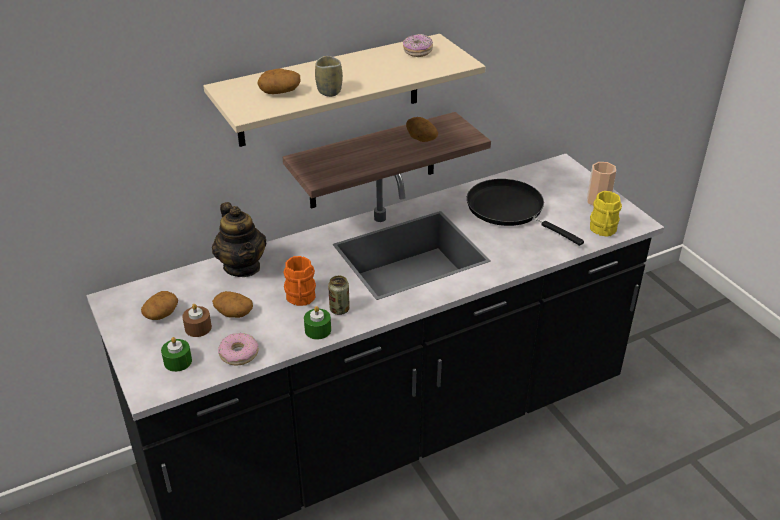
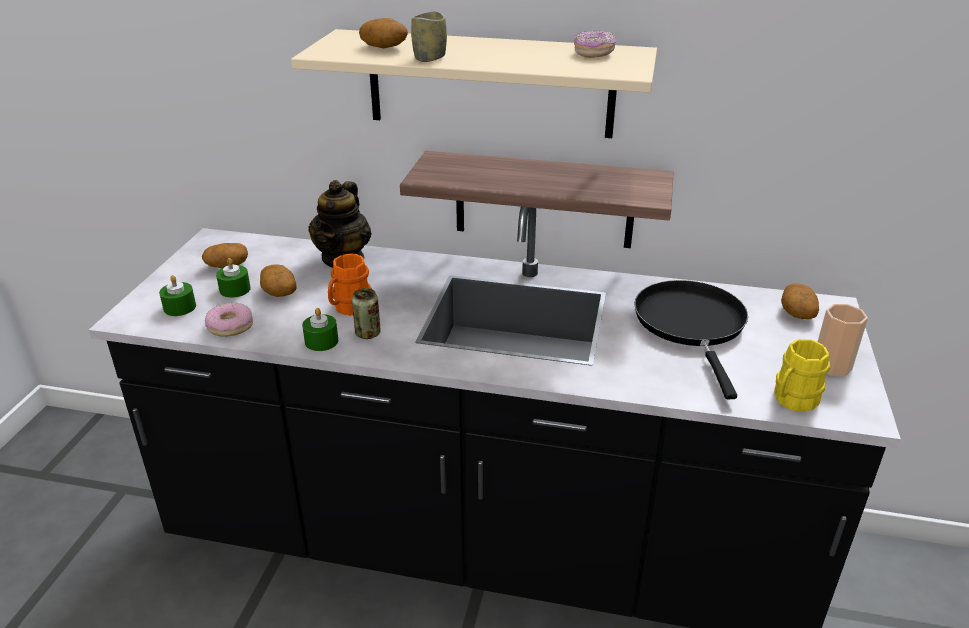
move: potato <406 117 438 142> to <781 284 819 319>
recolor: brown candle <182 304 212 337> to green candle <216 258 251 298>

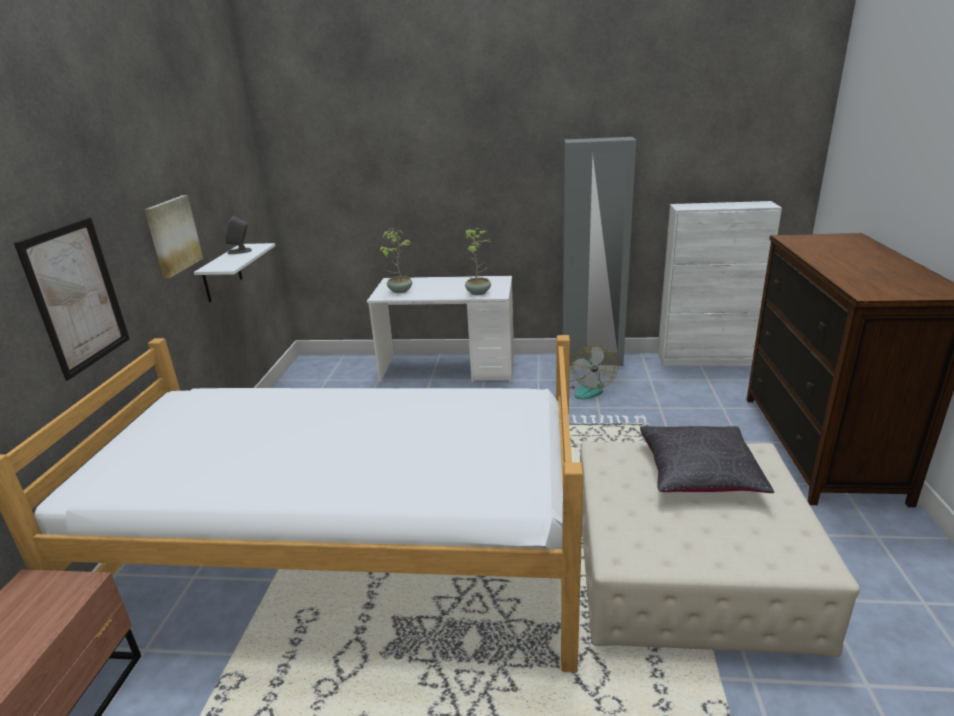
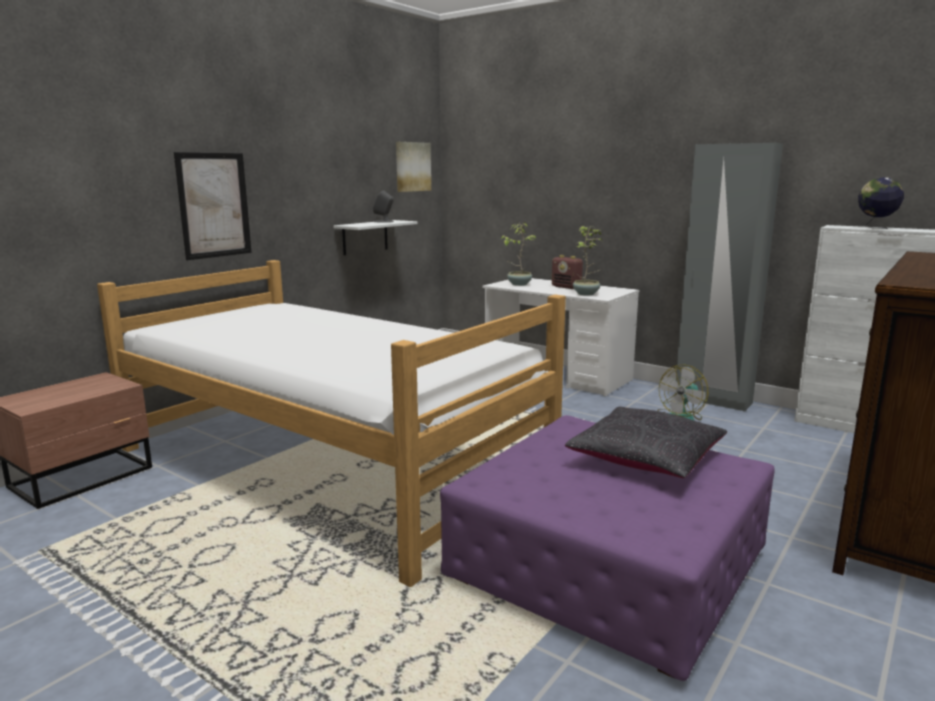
insert: radio <552 255 583 289>; globe <858 177 904 229>
move: picture <144 195 203 278> to <396 142 431 192>
recolor: beige ottoman <580 441 860 657> to purple ottoman <440 415 775 681>

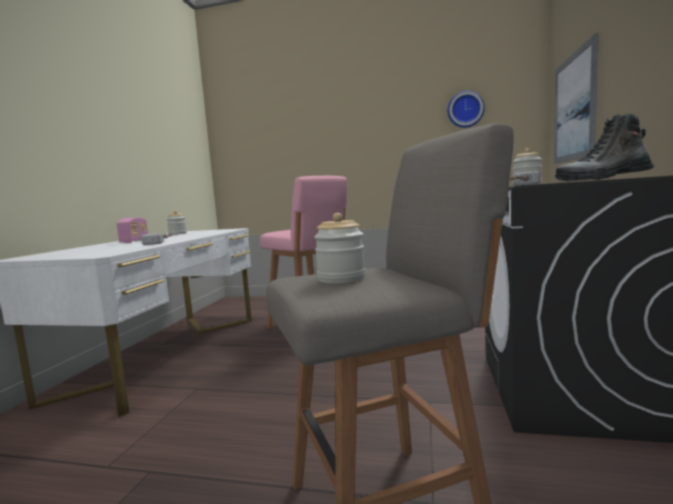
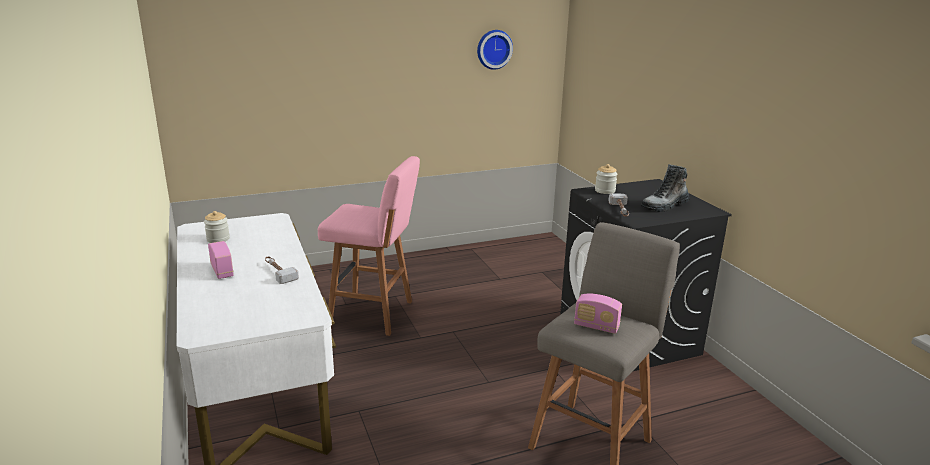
delete: picture <554 33 598 164>
replace: jar <314 213 365 283> to radio <574 294 622 334>

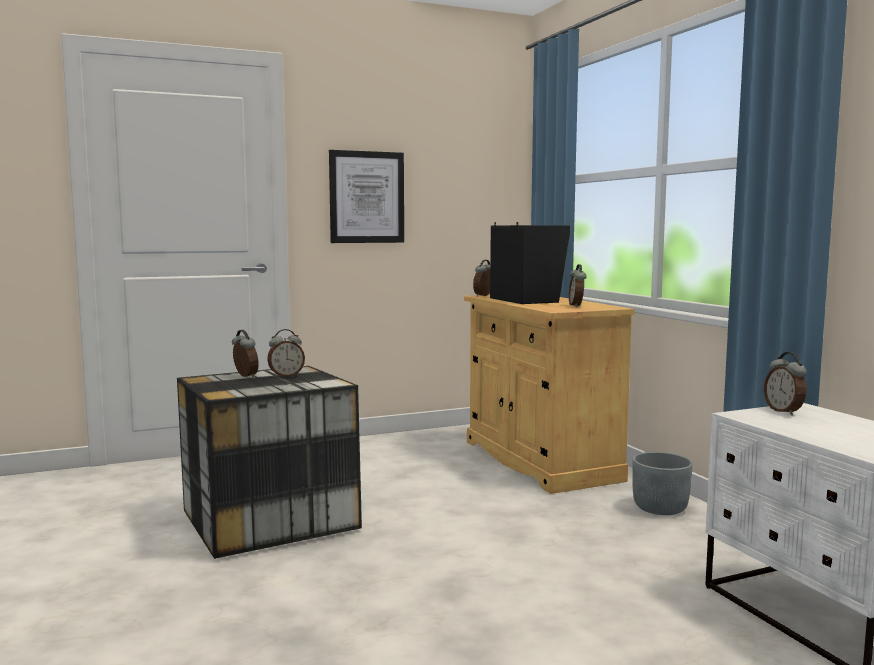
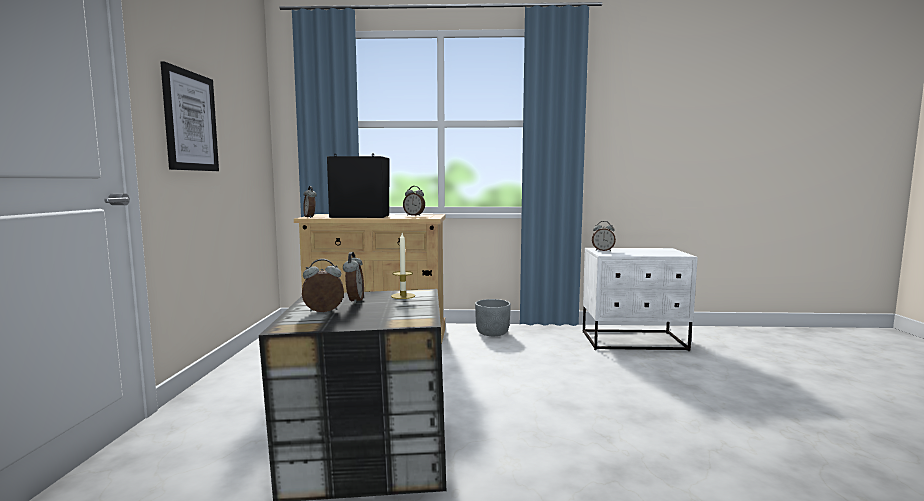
insert: candle <391 233 415 299>

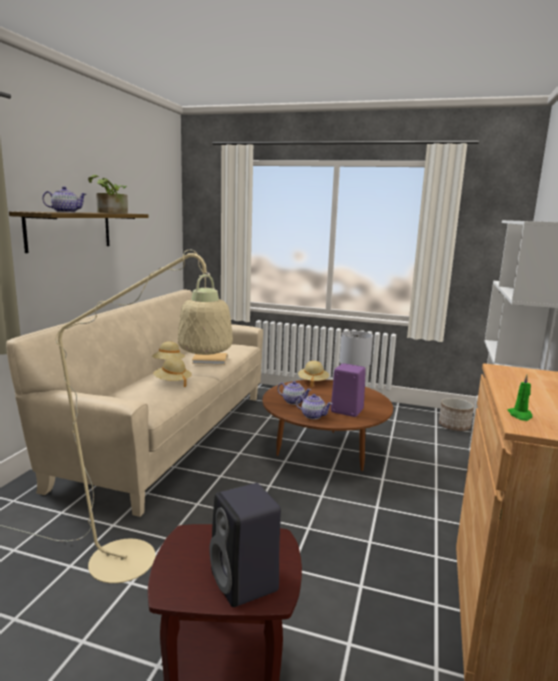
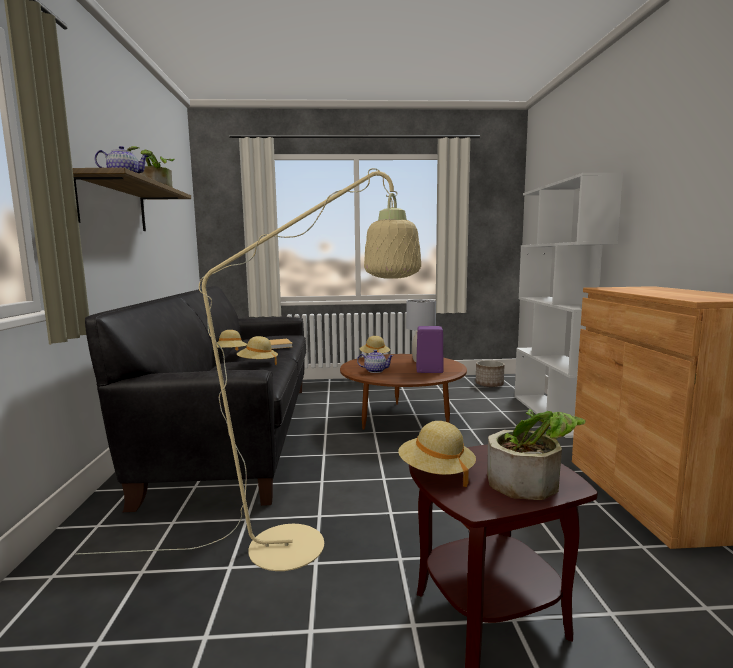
delete: teapot <295 394 333 419>; green candle <508 375 532 421>
insert: beige hat <398 421 476 487>
replace: black speaker <210 483 281 607> to potted plant <487 409 586 500>
recolor: beige sofa <6 289 263 517> to black sofa <85 286 306 512>

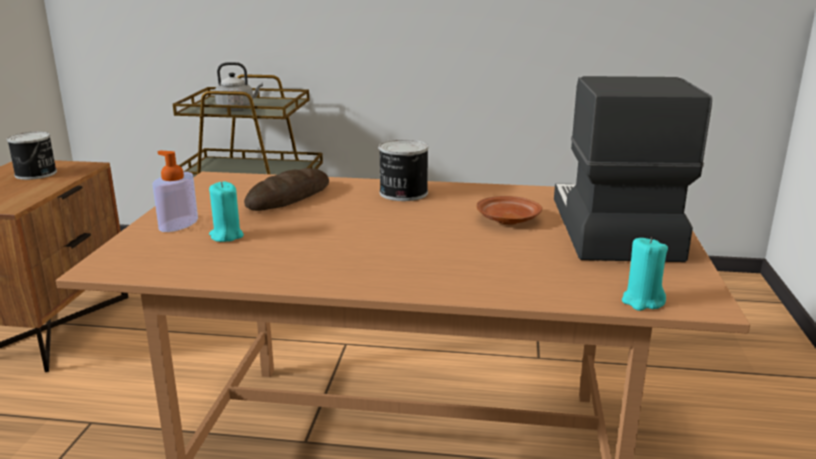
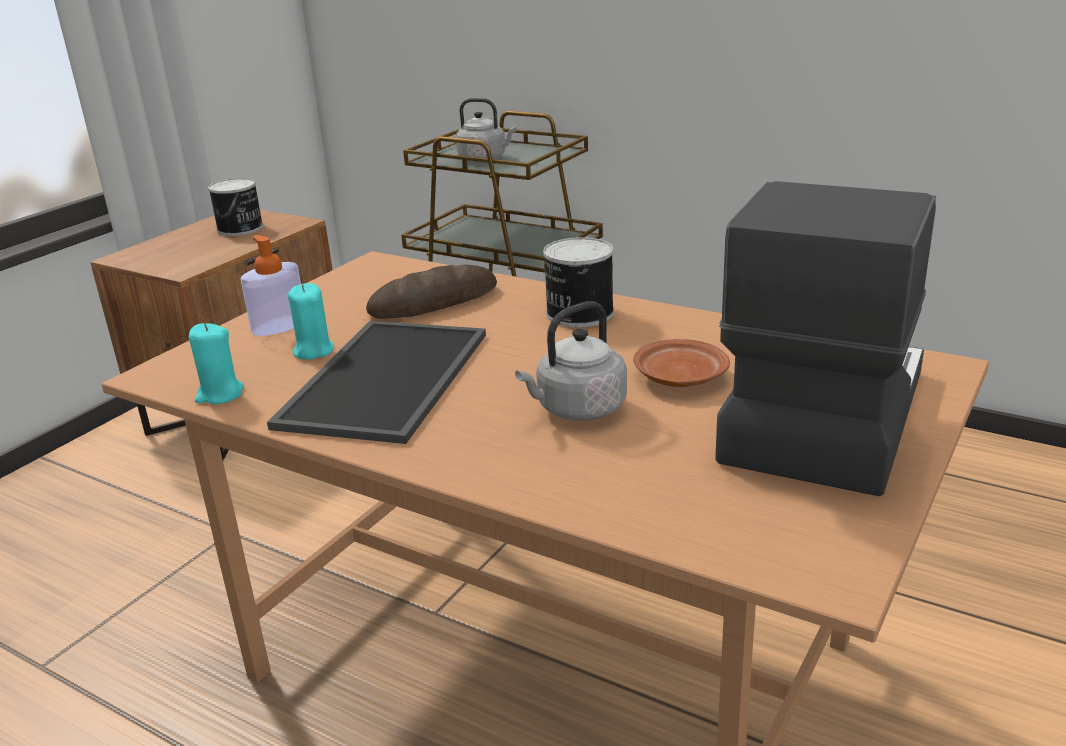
insert: tray <267 321 486 444>; grey kettle <515 301 627 421>
move: turquoise candle <622 237 668 311> to <189 323 244 404>

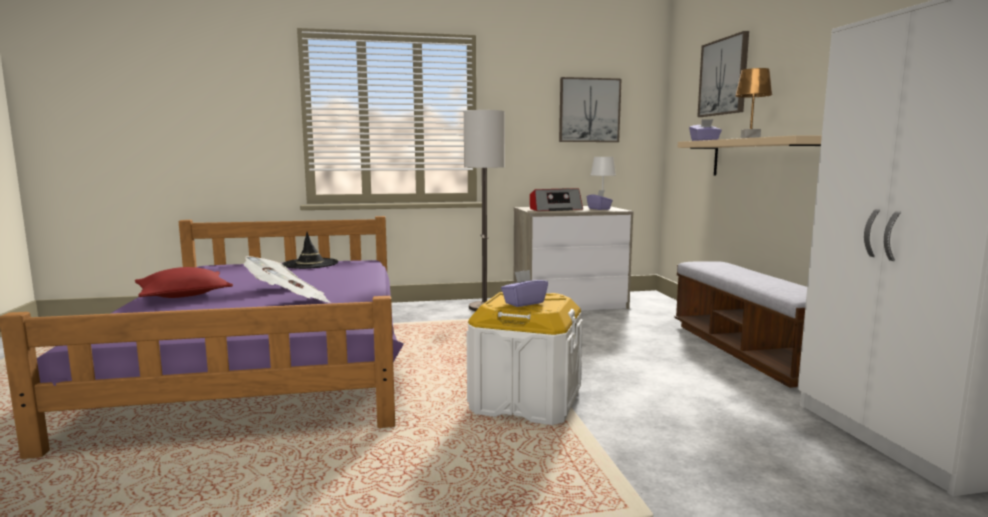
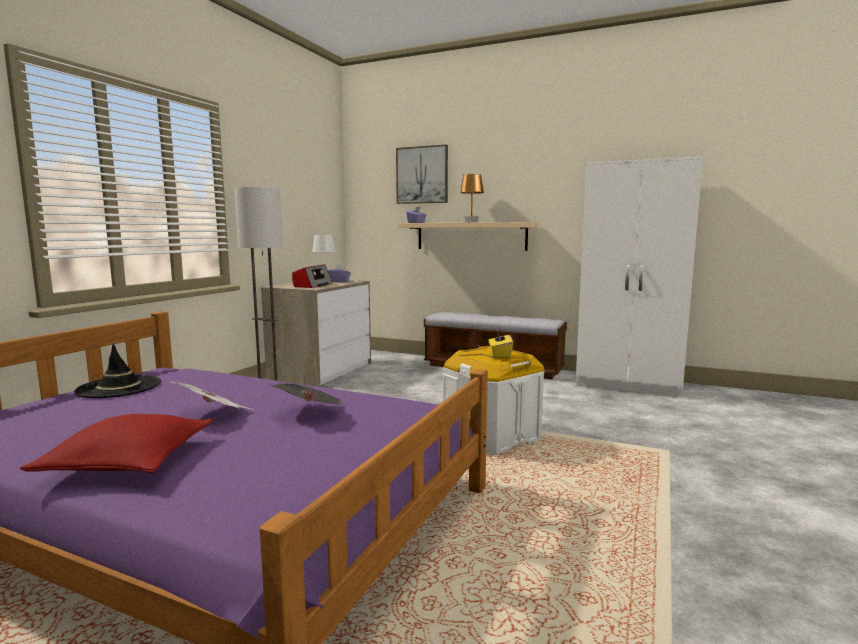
delete: picture <559 77 621 142>
recolor: purple tissue box <501 270 548 307> to yellow tissue box <489 331 513 359>

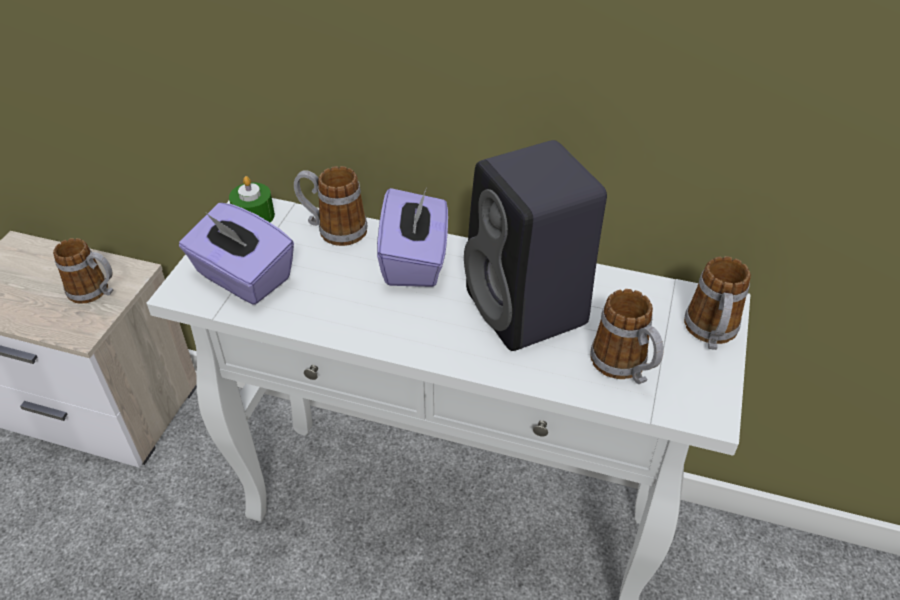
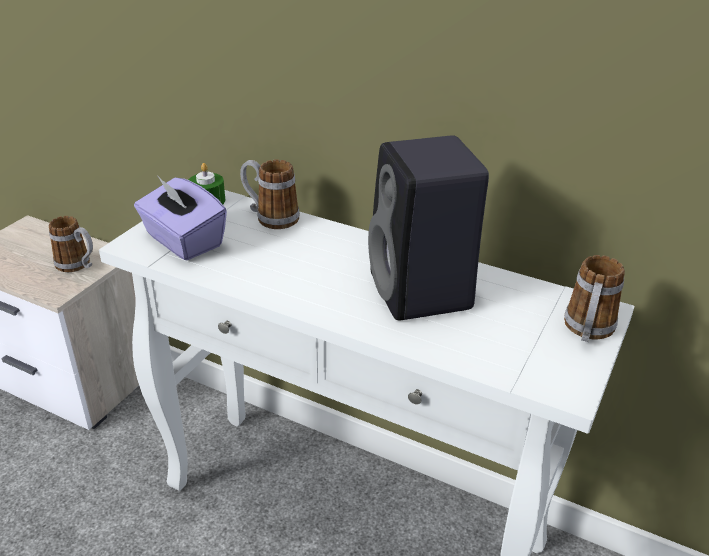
delete: purple tissue box <377 188 448 287>; mug <590 289 664 384>

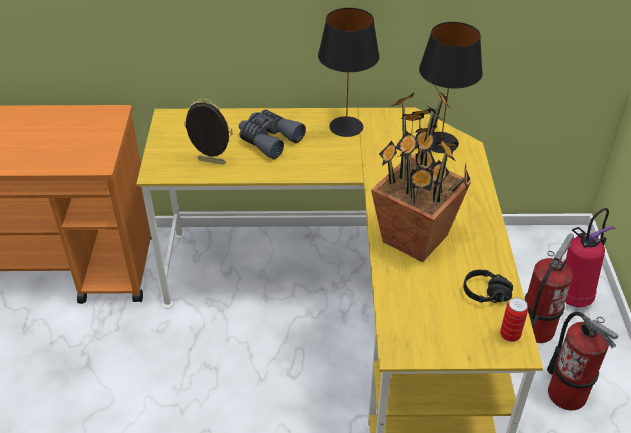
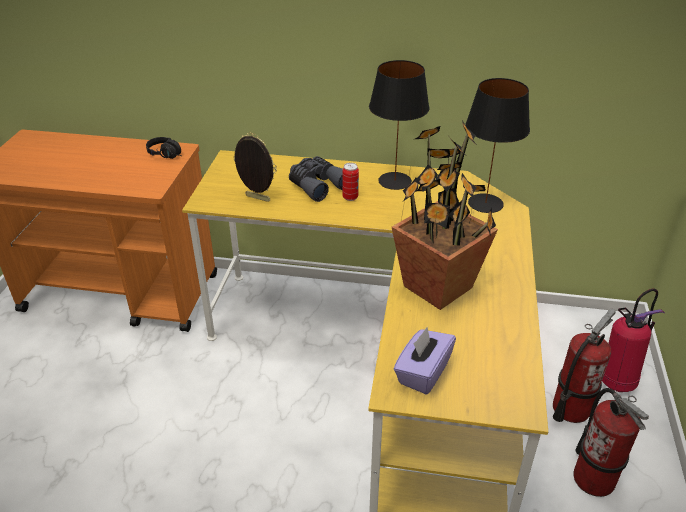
insert: purple tissue box <394 327 456 395>
move: black headphones <464 270 513 303> to <146 137 181 159>; can <500 297 528 342> to <342 163 359 201>

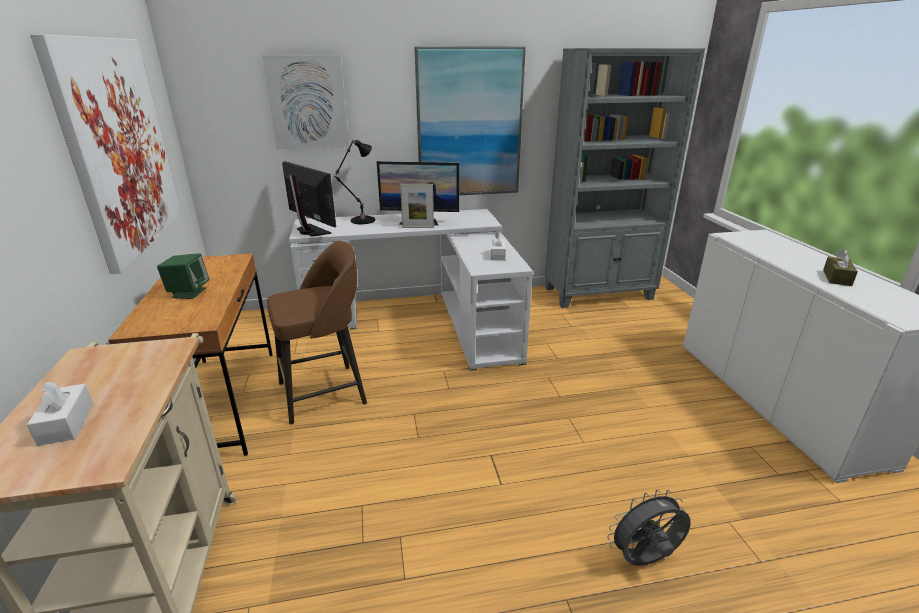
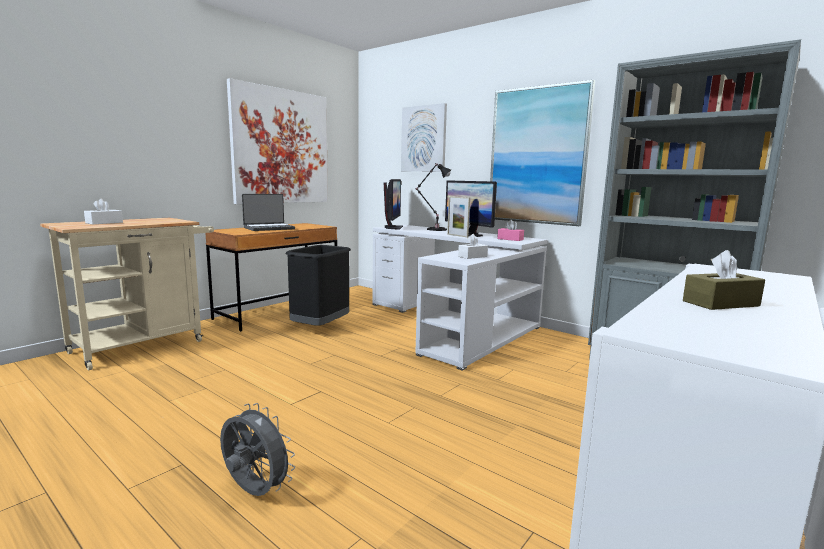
insert: pink tissue box <497 220 524 241>
replace: green speaker <157 254 209 299> to laptop <242 194 295 231>; brown stool <267 241 367 424> to black trash can <286 245 351 326>

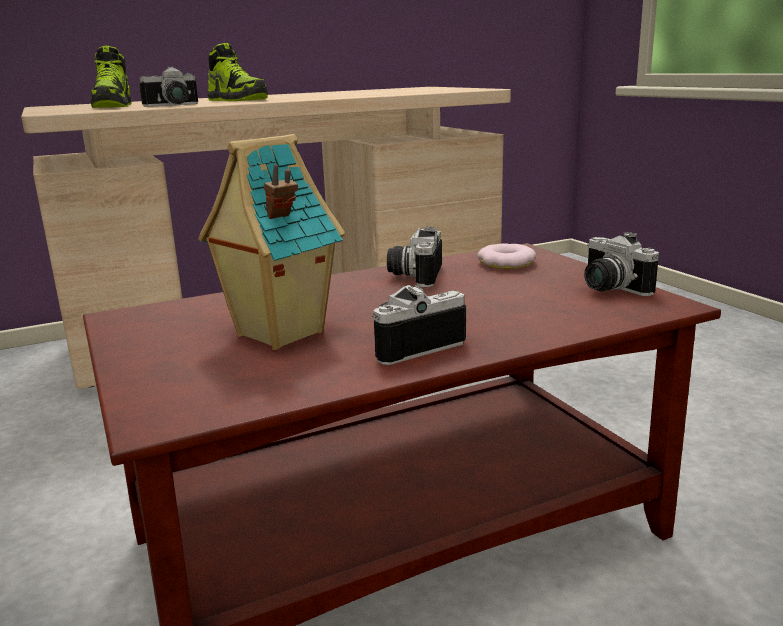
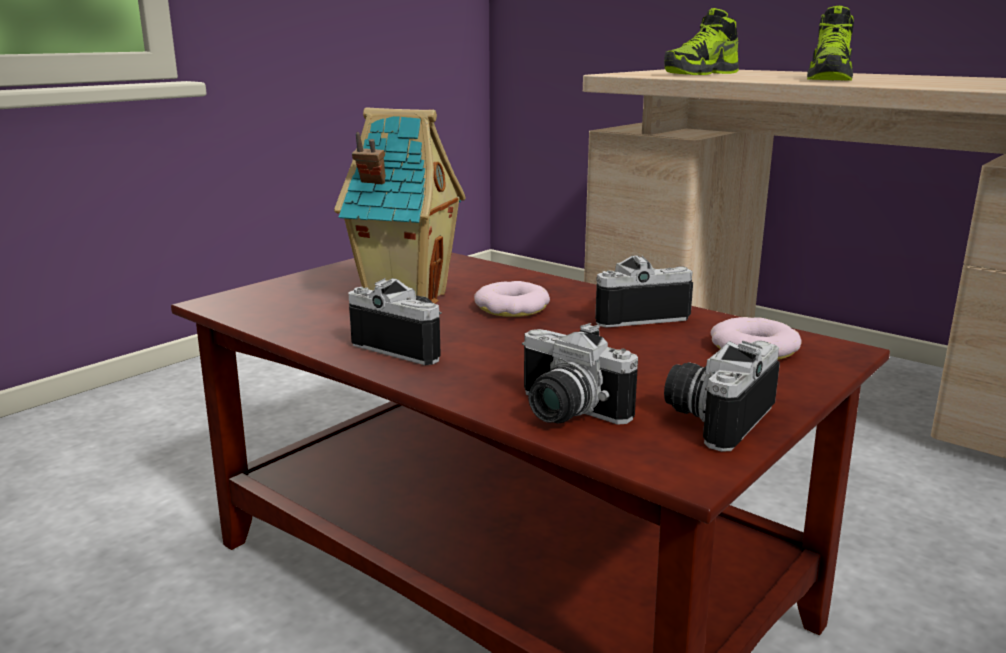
insert: donut <474 281 550 317>
move: photo camera <139 66 198 107> to <522 323 638 425>

